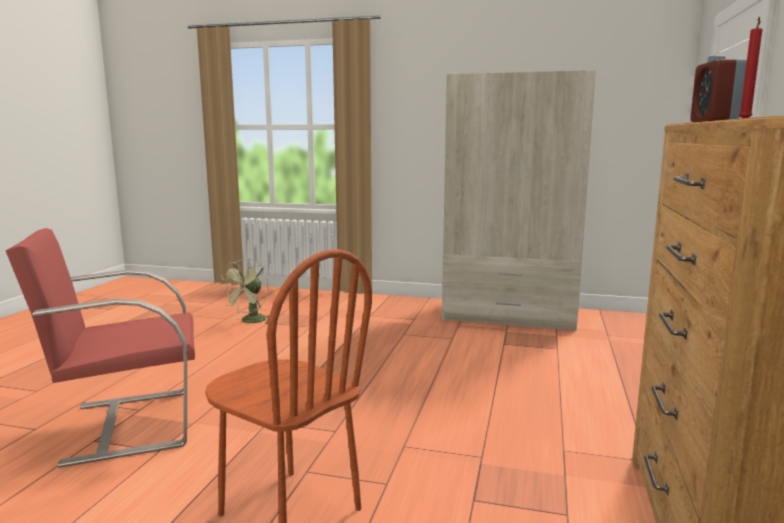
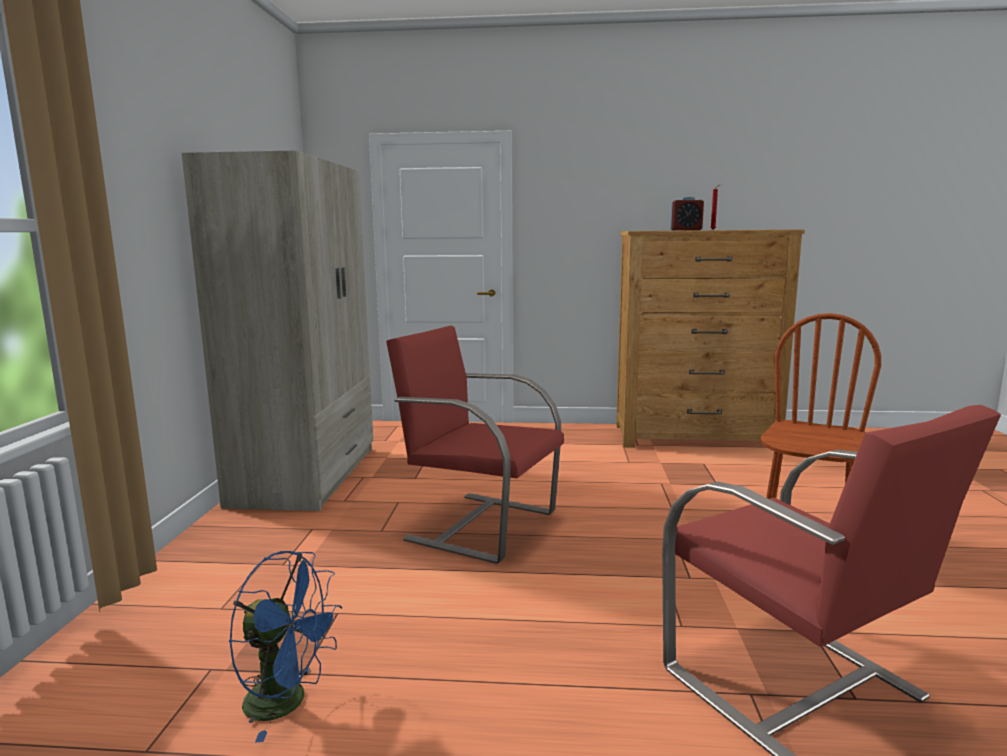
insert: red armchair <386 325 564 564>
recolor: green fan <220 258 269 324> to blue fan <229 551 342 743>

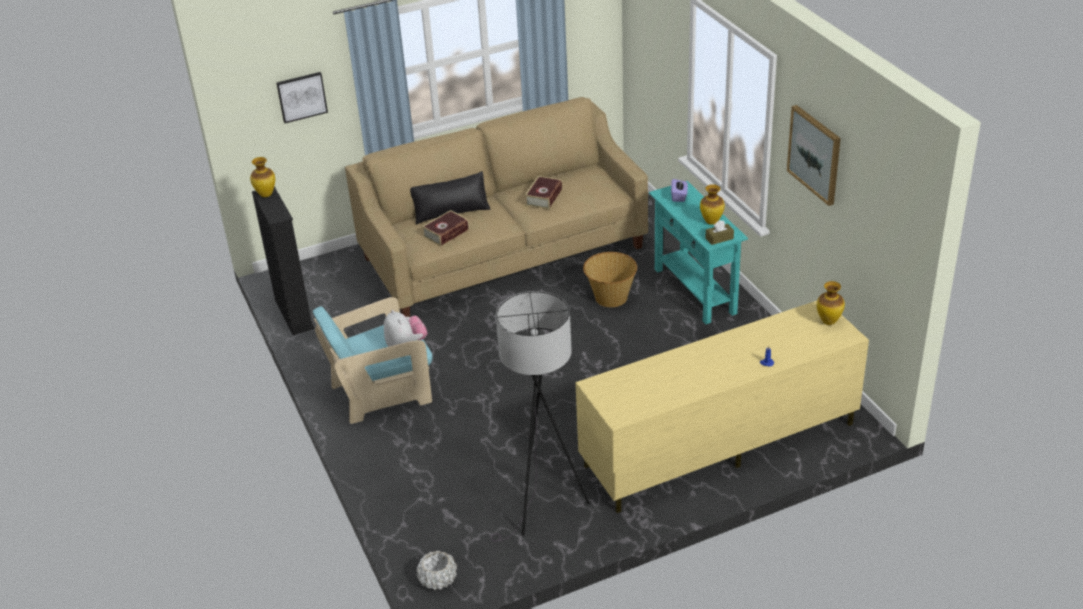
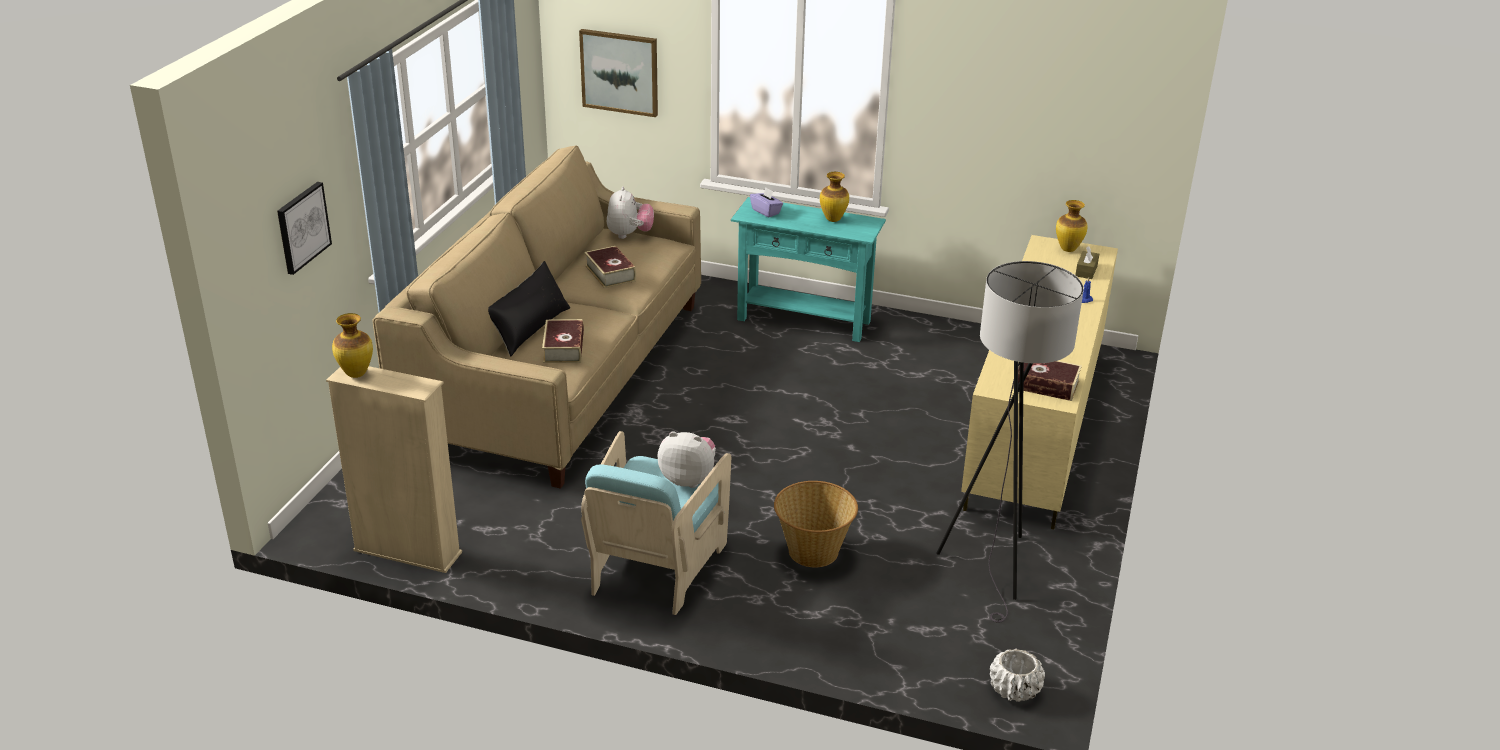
insert: plush toy <607 187 654 239>; book <1013 361 1082 401>
move: basket <583 252 637 307> to <774 481 858 567>; brown tissue box <706 220 734 245> to <1075 246 1099 279>; picture <787 105 841 206> to <579 29 658 117>
recolor: black bookcase <252 186 314 335> to beige bookcase <326 366 462 573>

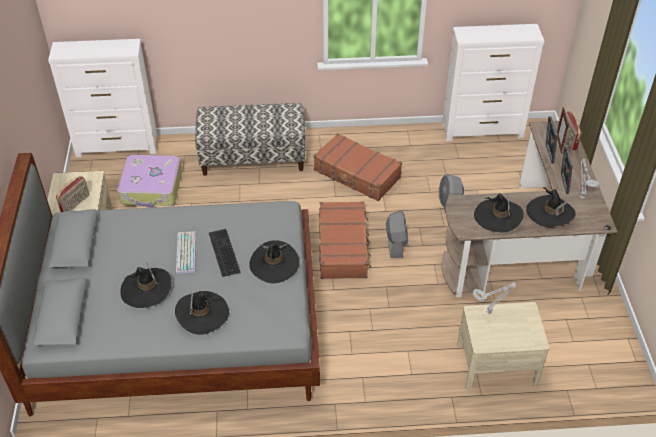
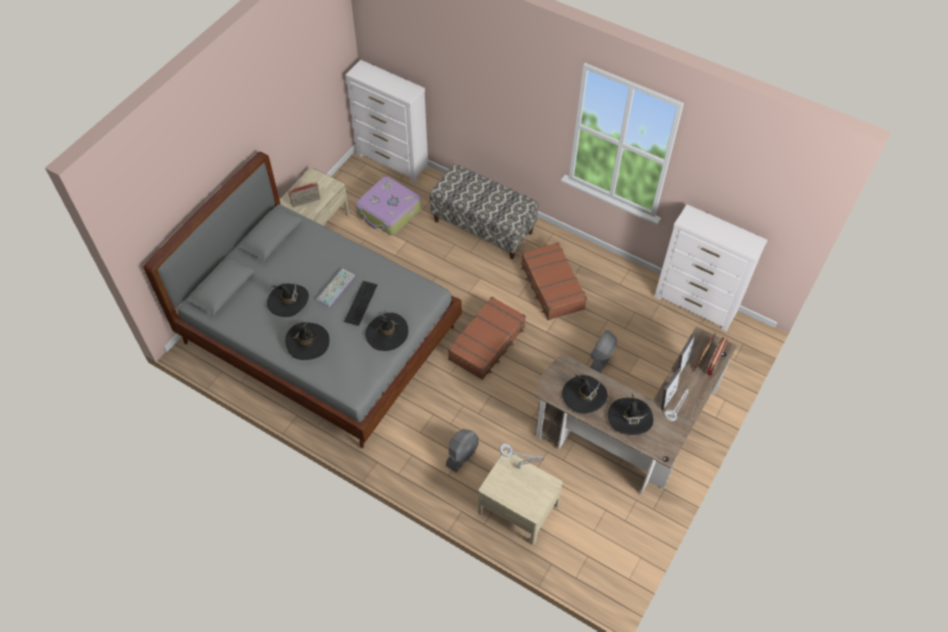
move: grey fan <386 211 408 258> to <446 429 479 472>

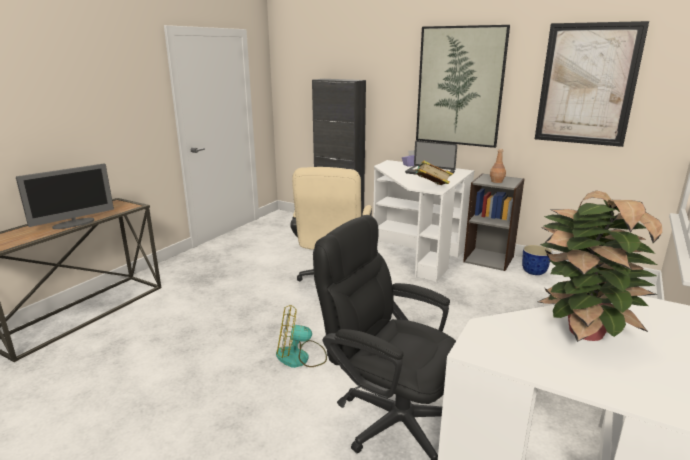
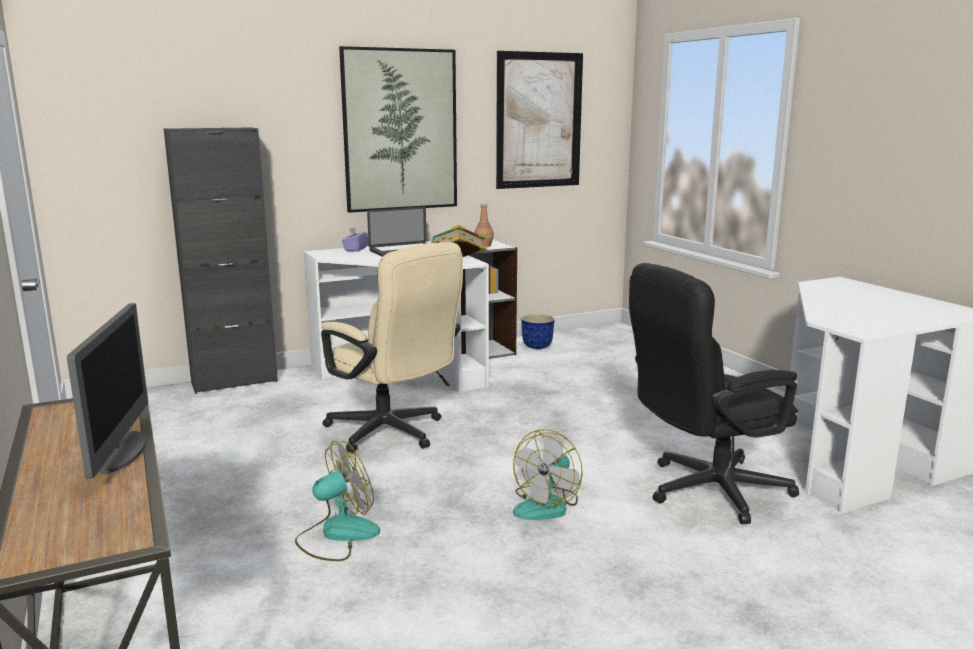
delete: potted plant <538 190 662 342>
insert: fan <295 441 380 561>

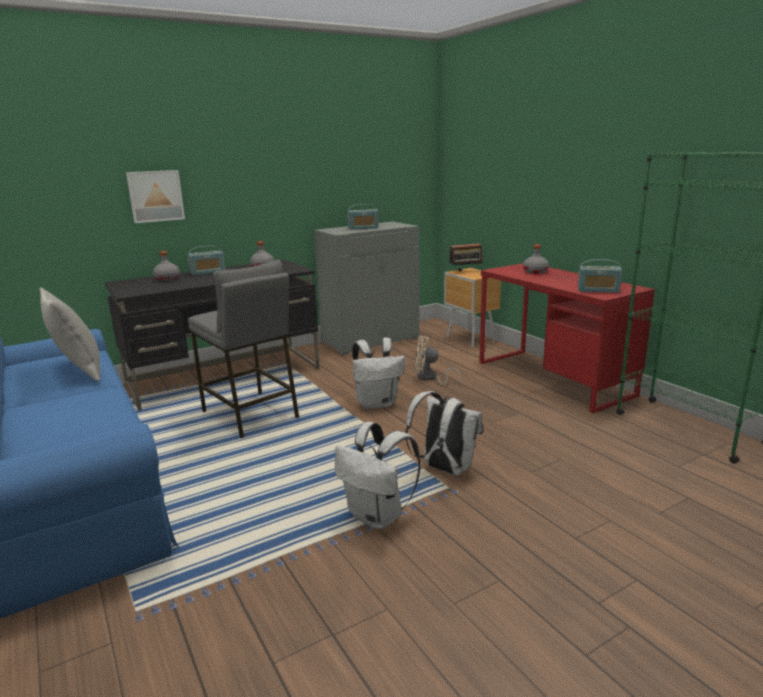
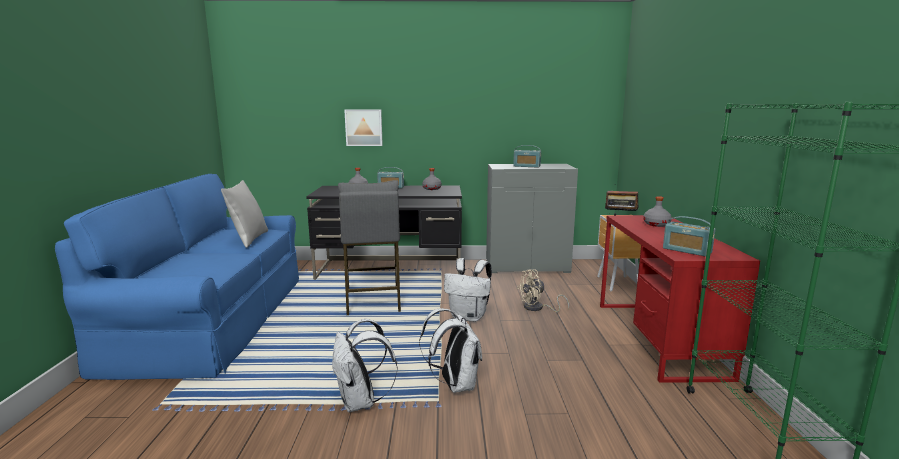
rotate: beige fan <415 336 460 385> = <517 269 569 312> 60 degrees counterclockwise

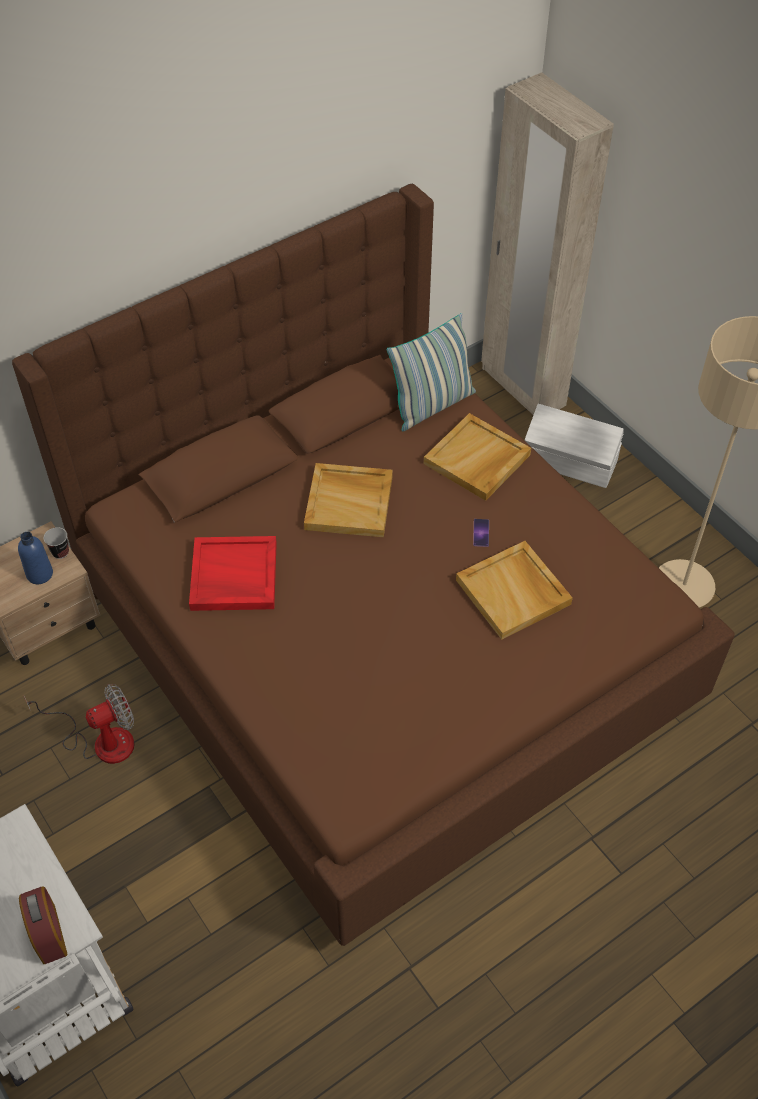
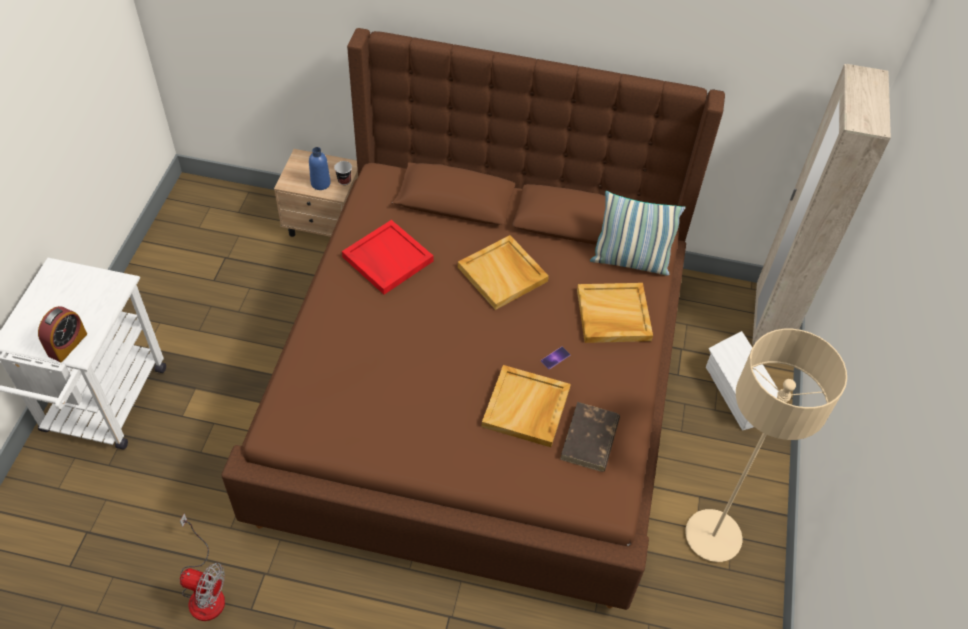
insert: brown book <560 402 620 472>
move: fan <24 684 135 764> to <180 513 225 621>

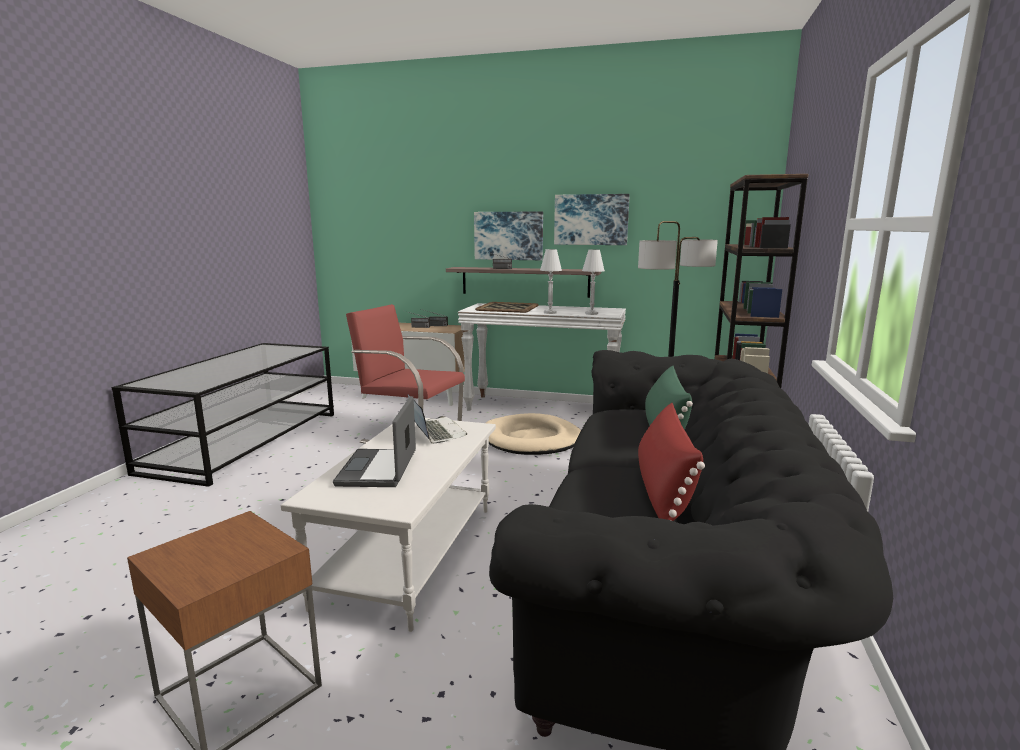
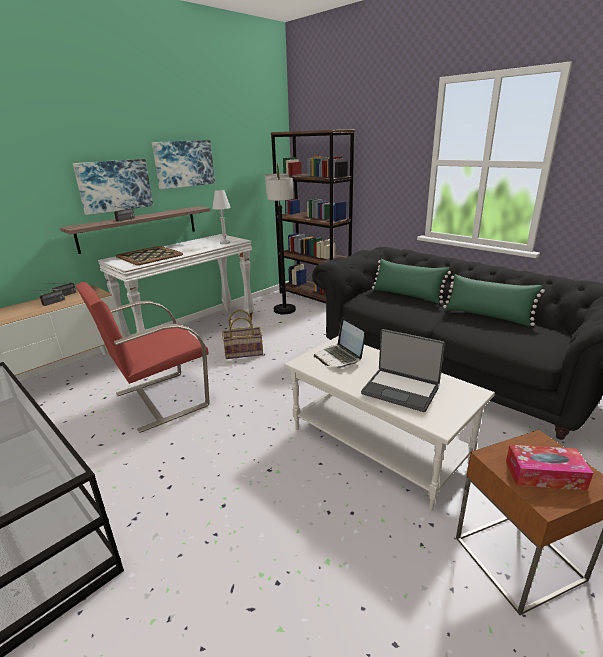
delete: white table lamp <540 249 562 314>
insert: tissue box <506 445 593 491>
replace: beige dog bed <486 413 581 455> to basket <222 310 263 359>
recolor: red pillow <638 403 705 521> to green pillow <443 274 545 327>
rotate: laptop <408 395 467 443> = <314 318 364 368> 120 degrees counterclockwise

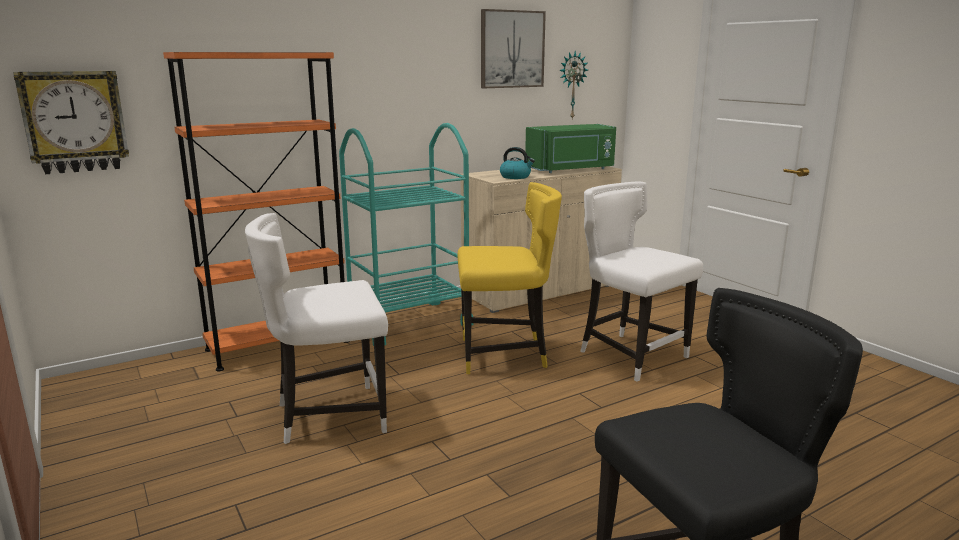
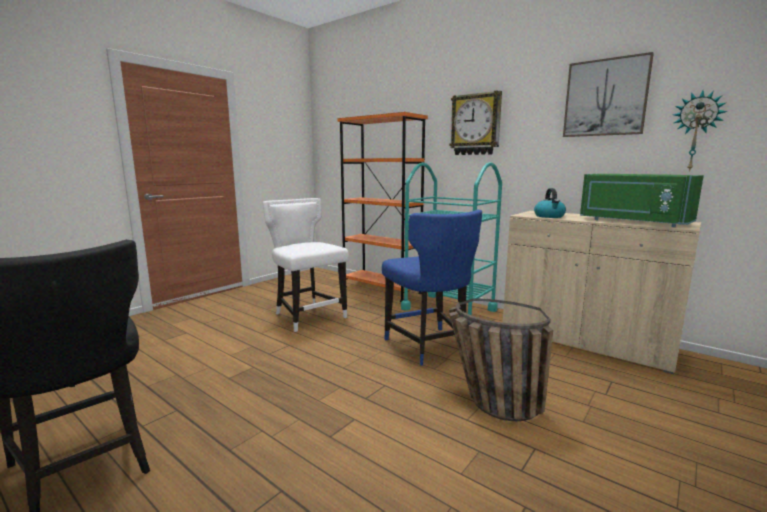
move: wall clock <13 71 129 174> to <449 91 502 155>
replace: white chair <580 182 703 382> to basket <449 298 553 421>
recolor: yellow chair <458 182 562 374> to blue chair <382 210 482 366>

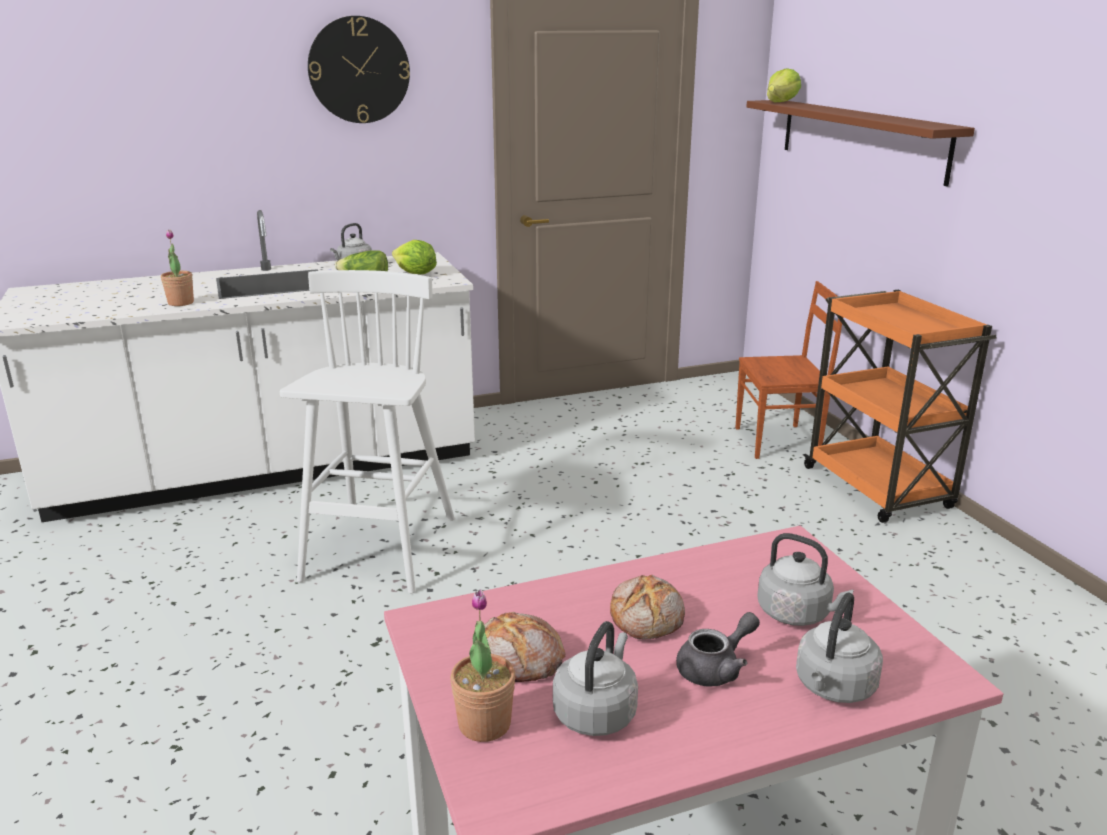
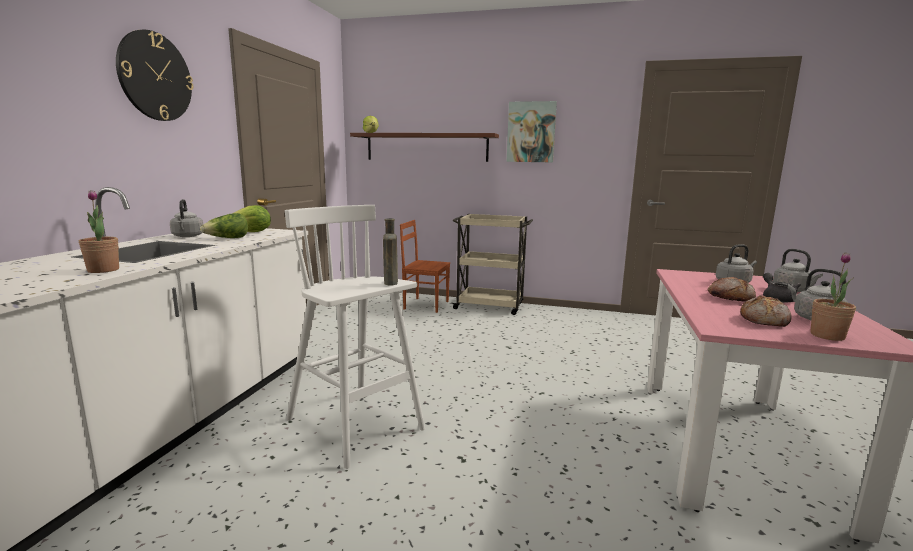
insert: brown bottle <383 218 398 285>; picture <507 101 557 163>
recolor: orange cart <803 290 997 523> to beige cart <451 214 533 315>
rotate: brown chair <735 281 842 459> = <400 220 450 313> 105 degrees counterclockwise

